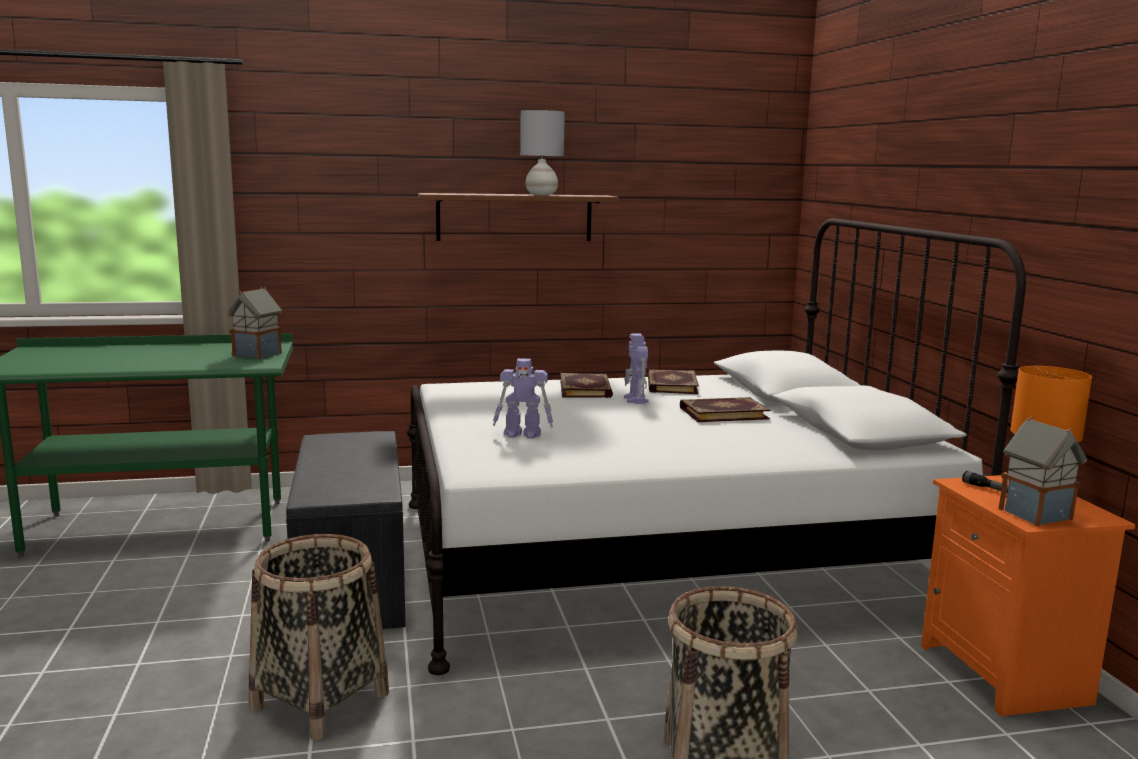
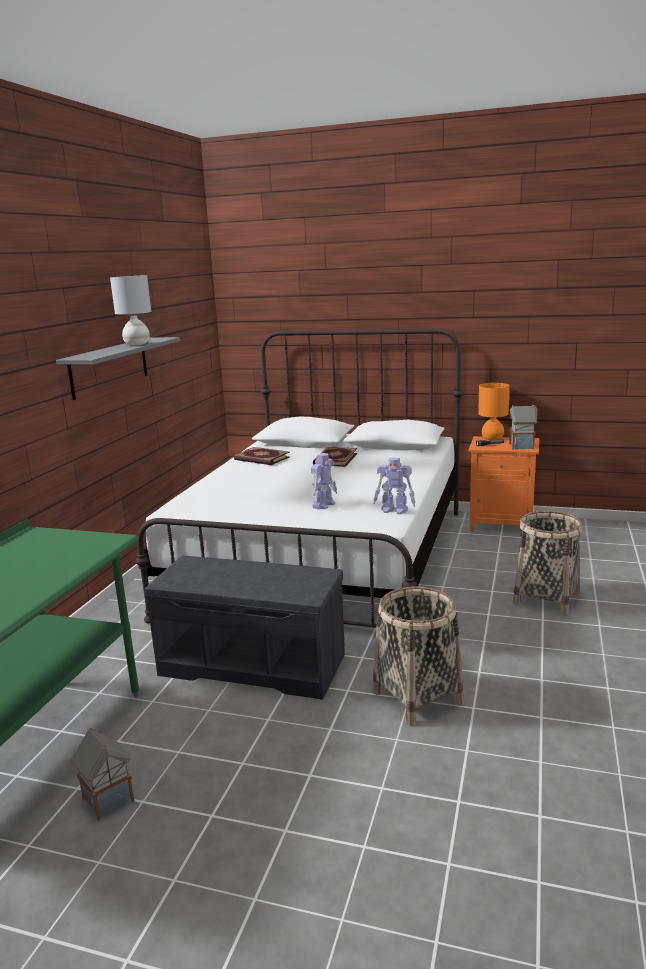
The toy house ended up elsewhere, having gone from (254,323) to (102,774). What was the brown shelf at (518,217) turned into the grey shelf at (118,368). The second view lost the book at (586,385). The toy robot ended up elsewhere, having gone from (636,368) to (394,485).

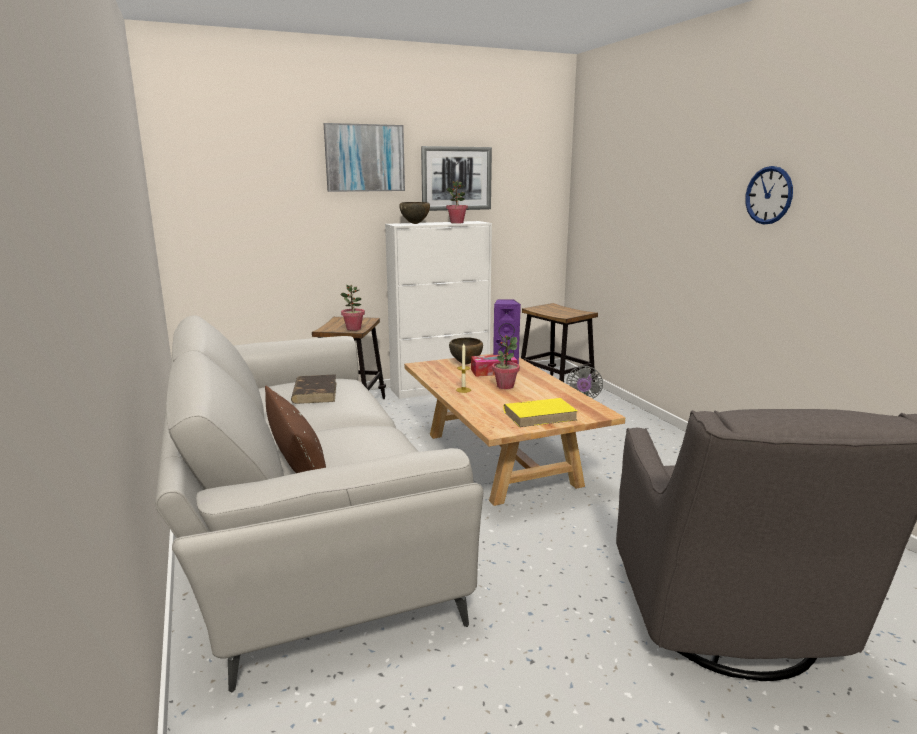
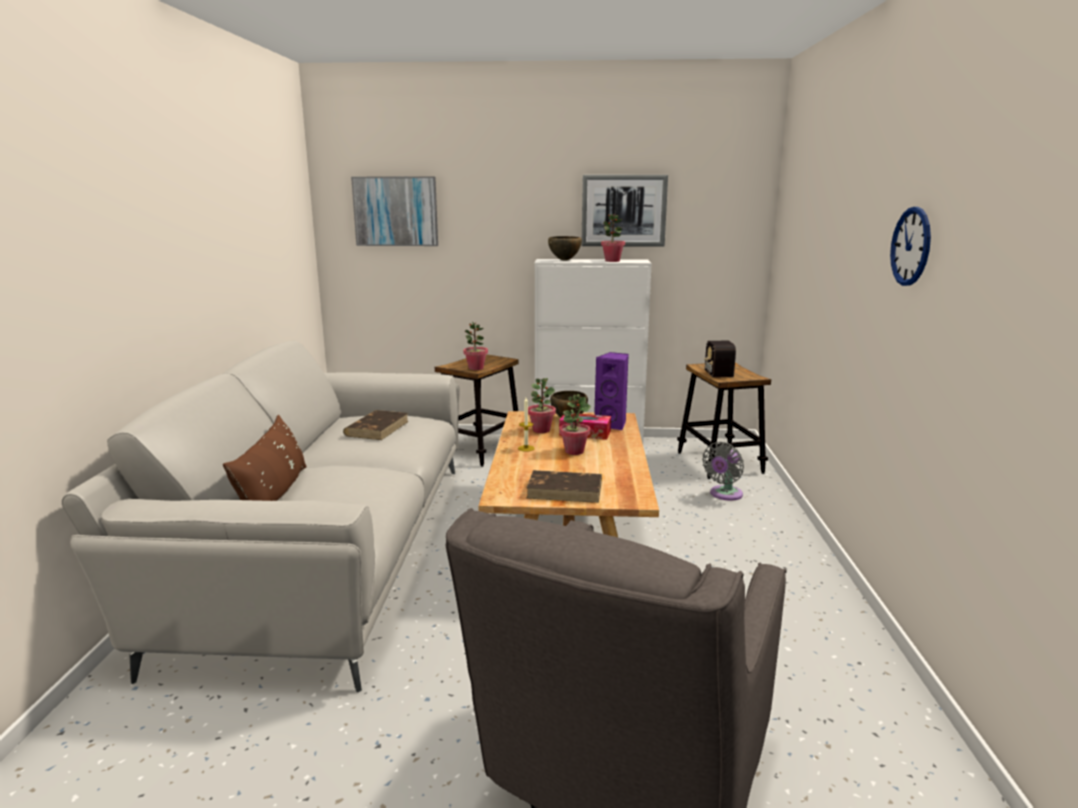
The picture ended up elsewhere, having gone from (364,157) to (394,211). What was the yellow book at (540,412) turned into the brown book at (564,486). The second view gained the potted plant at (542,405). The second view gained the radio at (718,359).

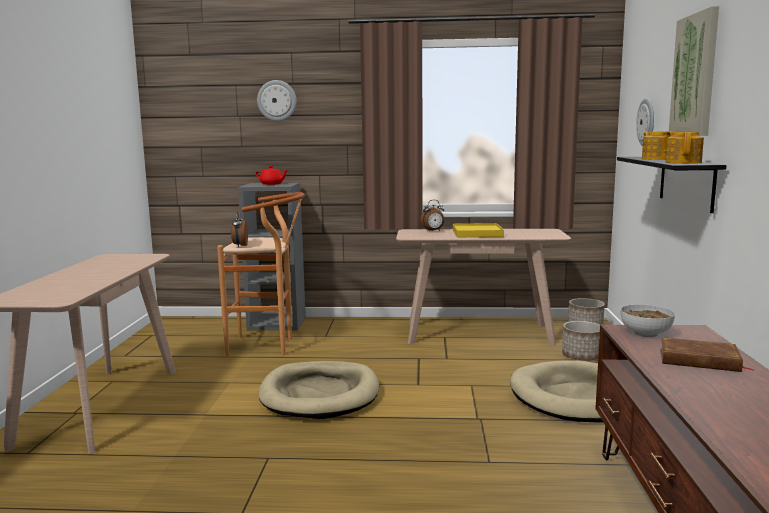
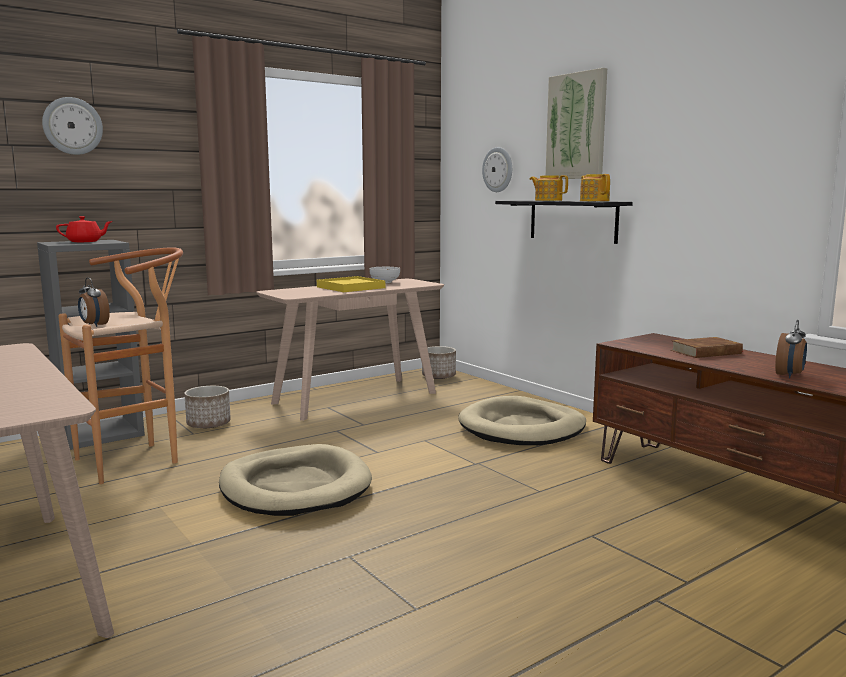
The alarm clock ended up elsewhere, having gone from (432,216) to (791,349). The planter ended up elsewhere, having gone from (581,340) to (207,407). The bowl ended up elsewhere, having gone from (648,320) to (384,275).

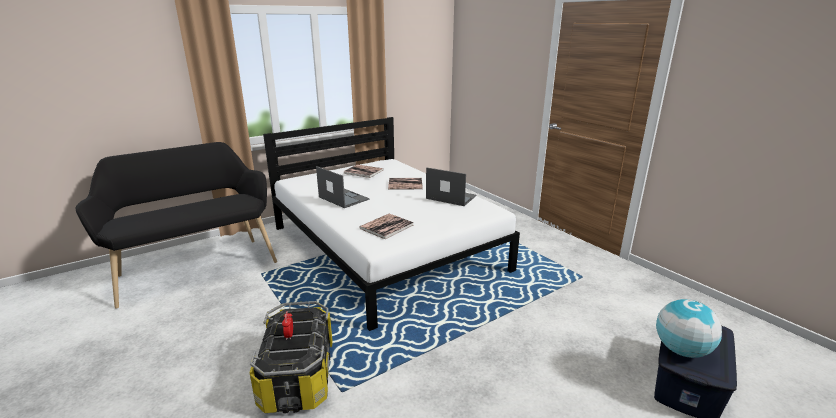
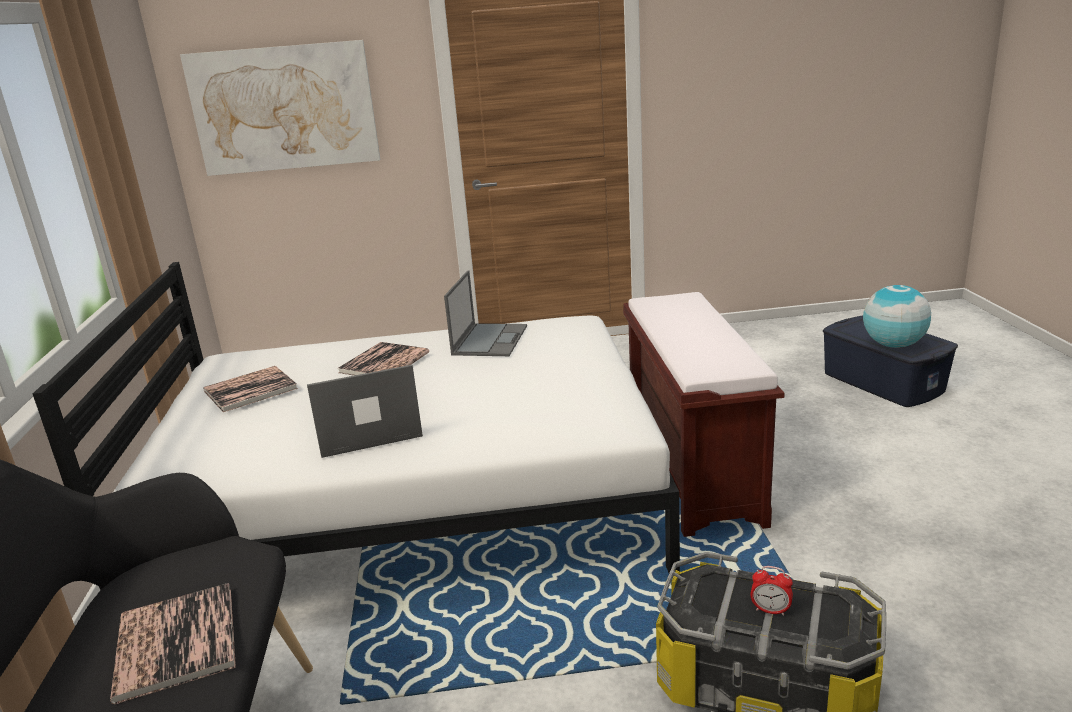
The book ended up elsewhere, having gone from (386,226) to (173,643). The laptop at (451,186) ended up facing another way, 135 degrees clockwise from before. The second view gained the picture at (280,108). The second view gained the brown bench at (704,414).

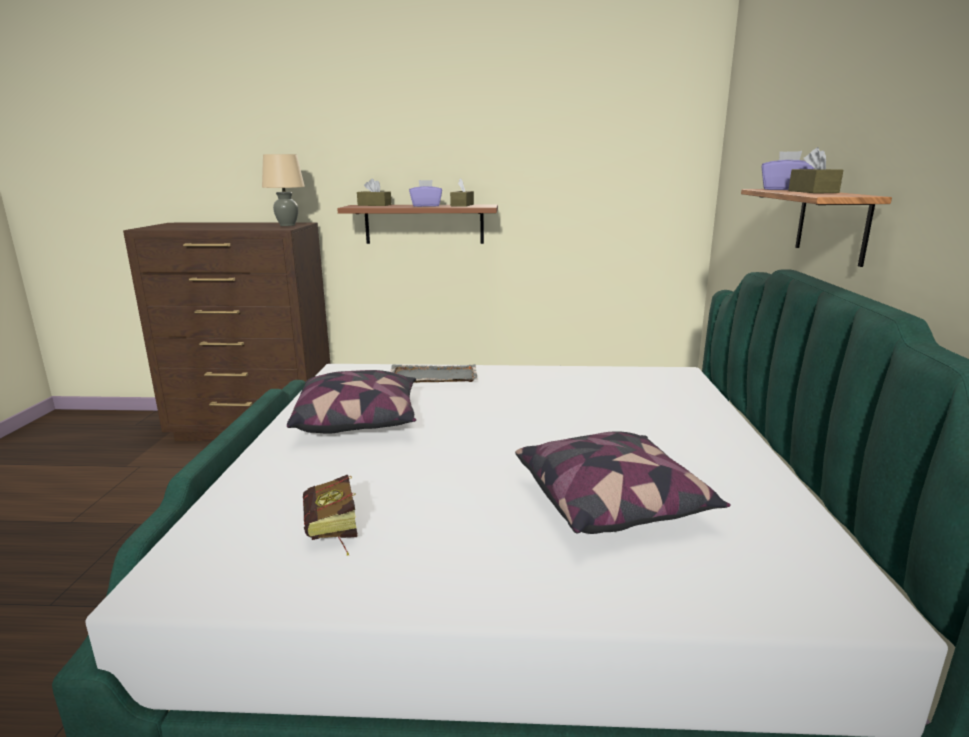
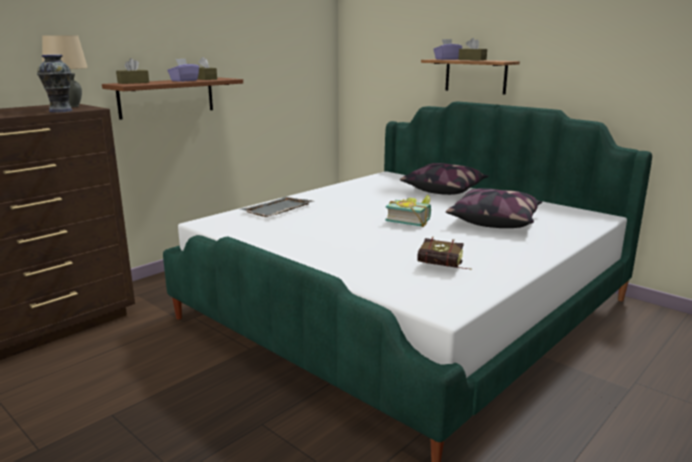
The pillow ended up elsewhere, having gone from (351,402) to (444,179). The second view gained the vase at (55,84). The second view gained the book at (408,211).

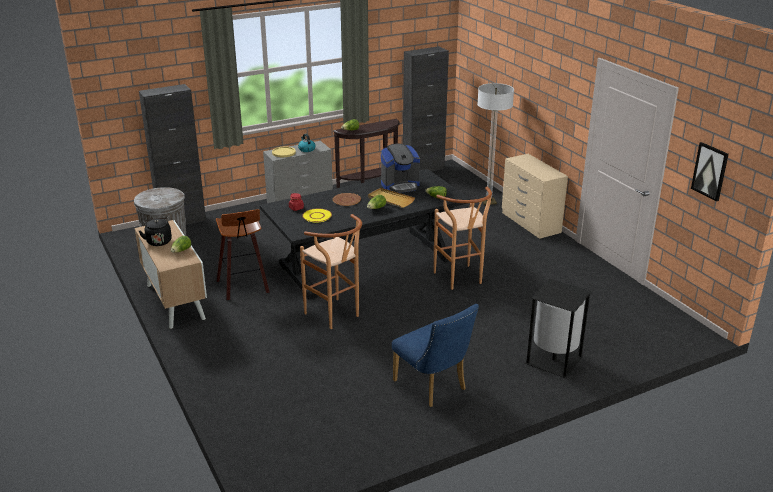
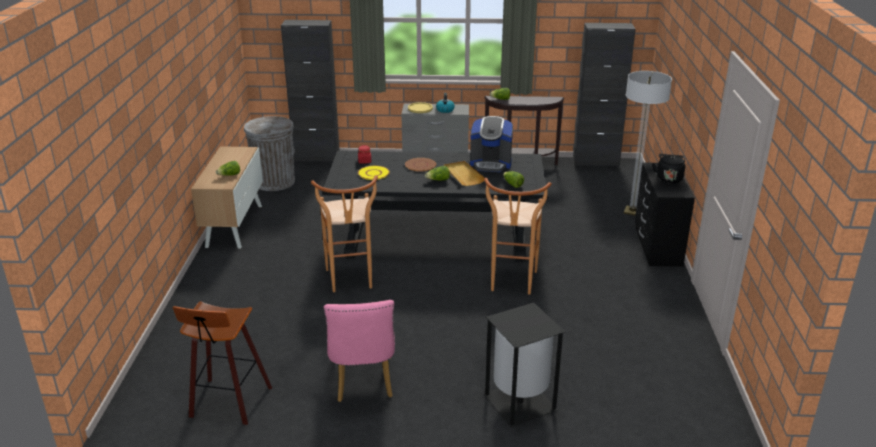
The black kettle ended up elsewhere, having gone from (155,231) to (668,168). The stool ended up elsewhere, having gone from (243,254) to (222,363). What was the blue chair at (435,355) turned into the pink chair at (359,351). What was the beige dresser at (535,196) turned into the black dresser at (665,214). The second view lost the picture at (710,171).

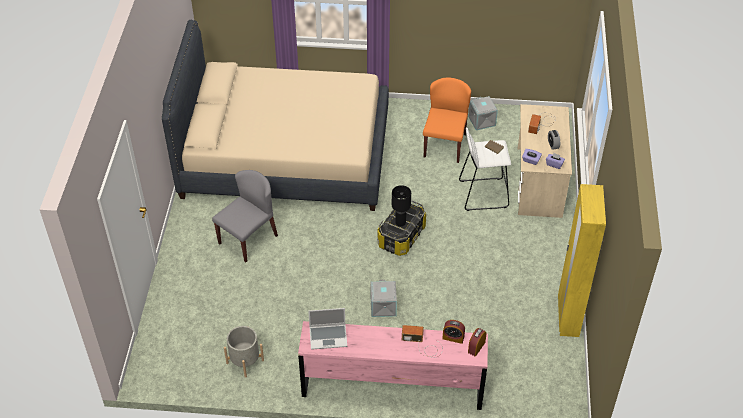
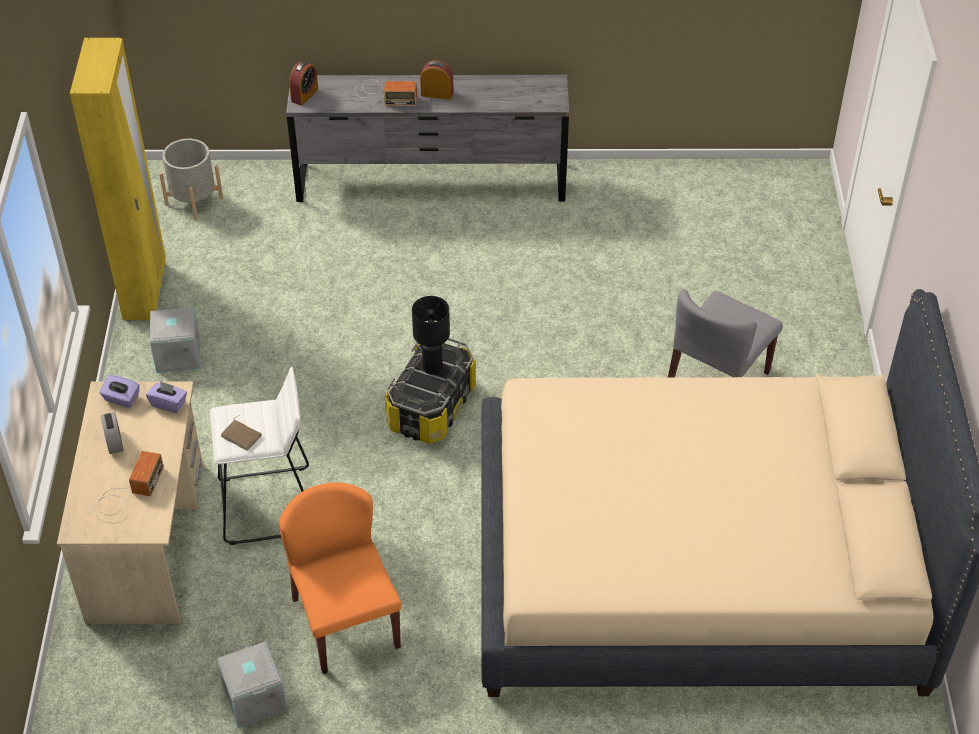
The grey planter ended up elsewhere, having gone from (244,352) to (191,180). What was the pink dresser at (393,365) turned into the grey dresser at (427,138). The second view lost the laptop at (327,329). The grey storage box ended up elsewhere, having gone from (384,298) to (175,339). The orange chair at (447,120) ended up facing another way, 150 degrees clockwise from before. The alarm clock ended up elsewhere, having gone from (453,332) to (436,80).

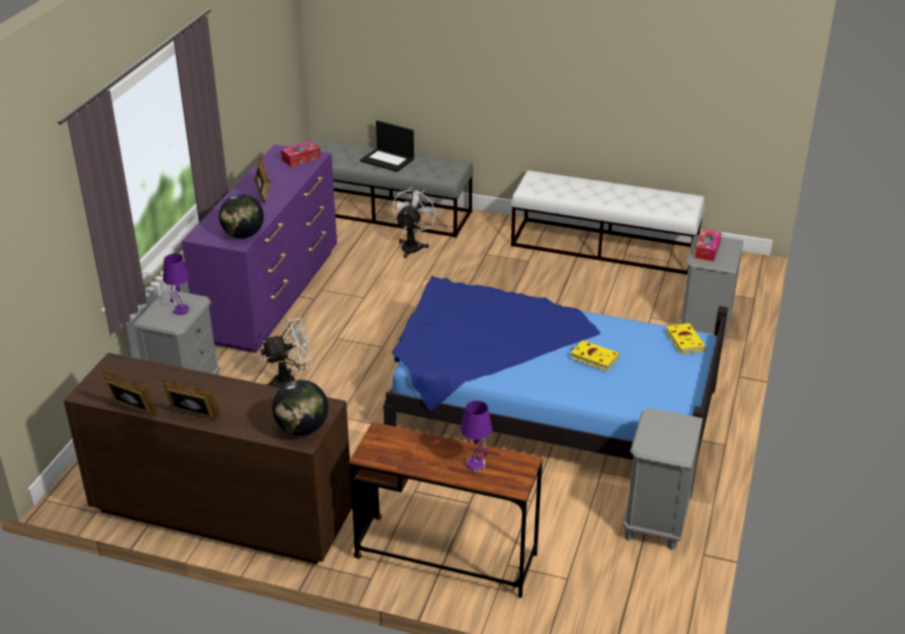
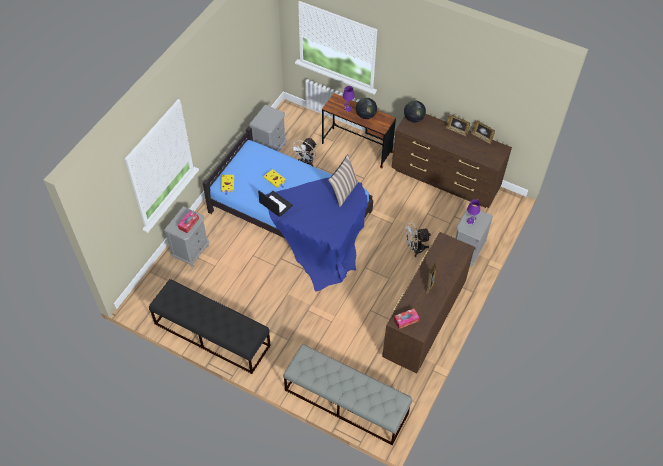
What was the purple dresser at (259,249) turned into the brown dresser at (428,303). The globe ended up elsewhere, having gone from (241,216) to (366,108). The laptop ended up elsewhere, having gone from (387,146) to (275,204). The white fan ended up elsewhere, having gone from (415,222) to (304,151). What was the white bench at (608,222) turned into the black bench at (210,326). The second view gained the pillow at (343,180).

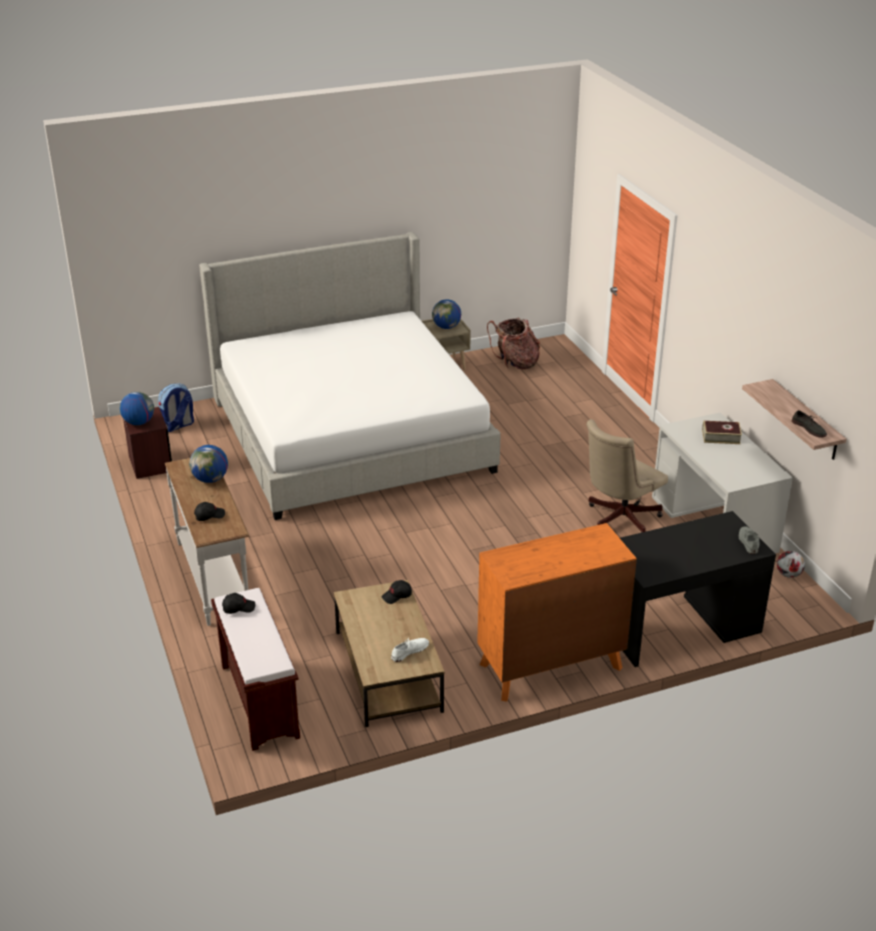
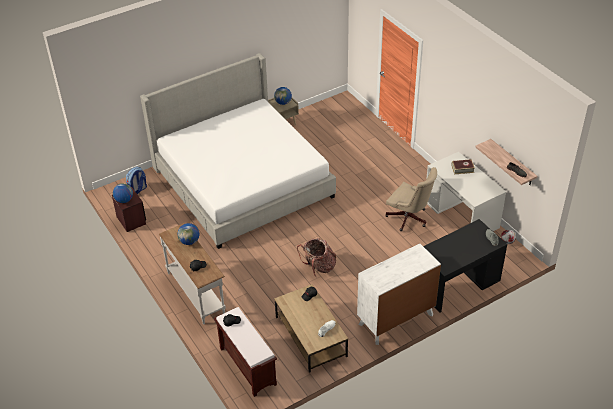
What was the orange dresser at (557,612) turned into the white dresser at (399,294). The backpack ended up elsewhere, having gone from (513,343) to (316,258). The beige office chair at (627,476) ended up facing another way, 90 degrees counterclockwise from before.

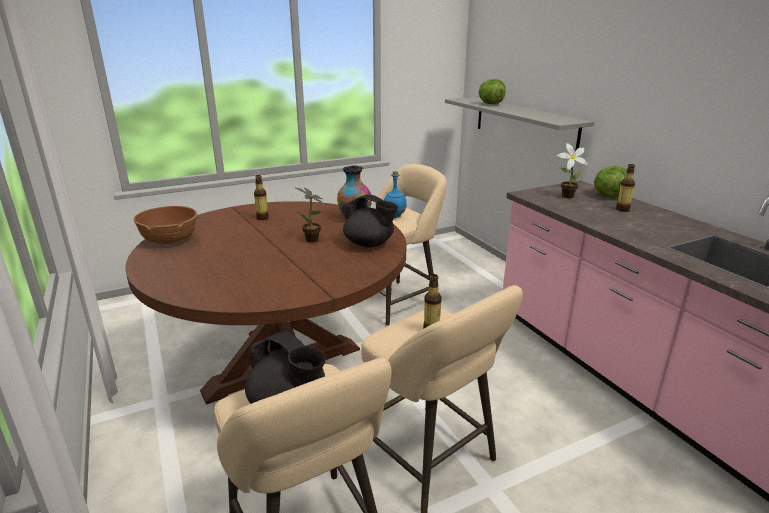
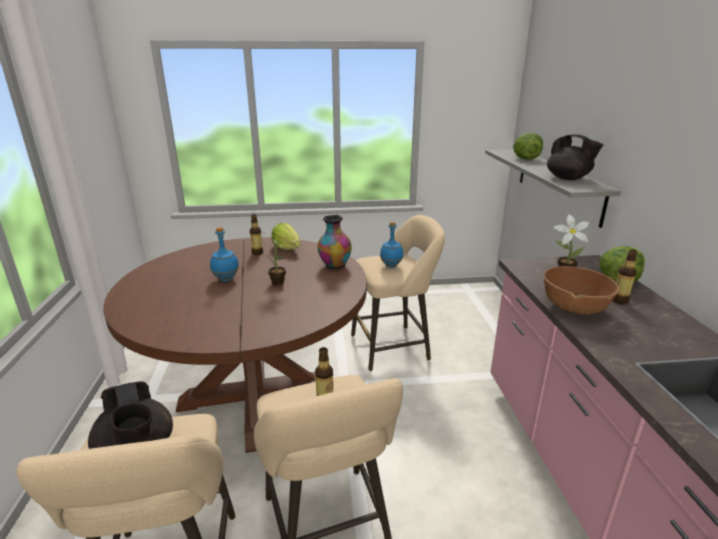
The brown bowl ended up elsewhere, having gone from (165,225) to (581,290). The black teapot ended up elsewhere, having gone from (370,221) to (575,157). The second view gained the blue bottle at (224,254). The second view gained the lettuce at (286,236).

